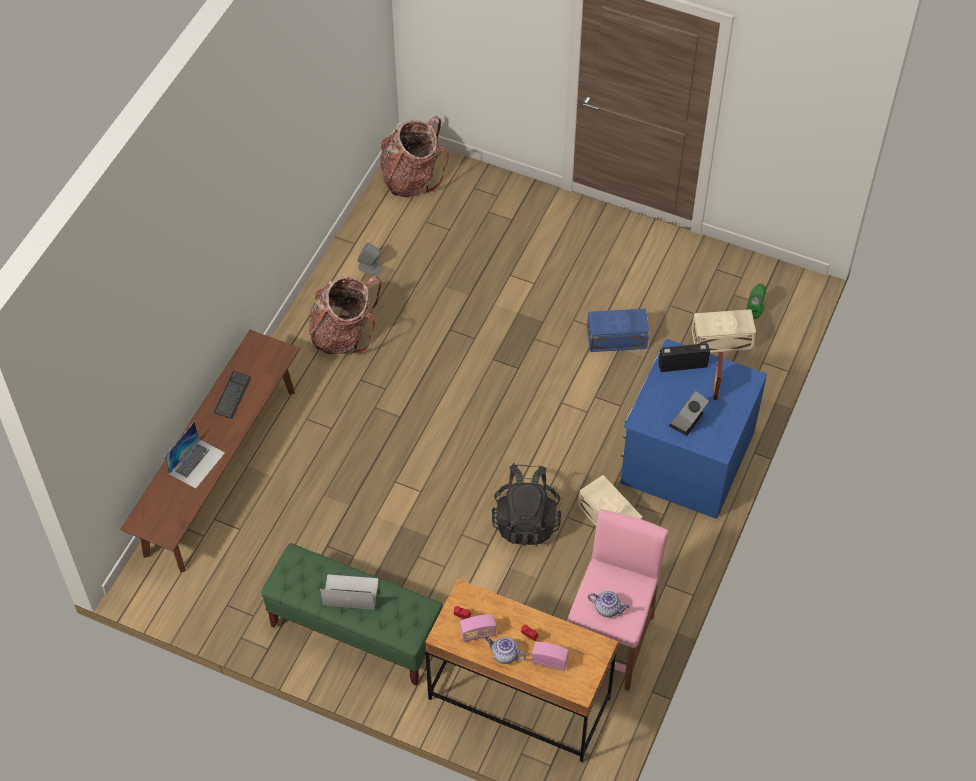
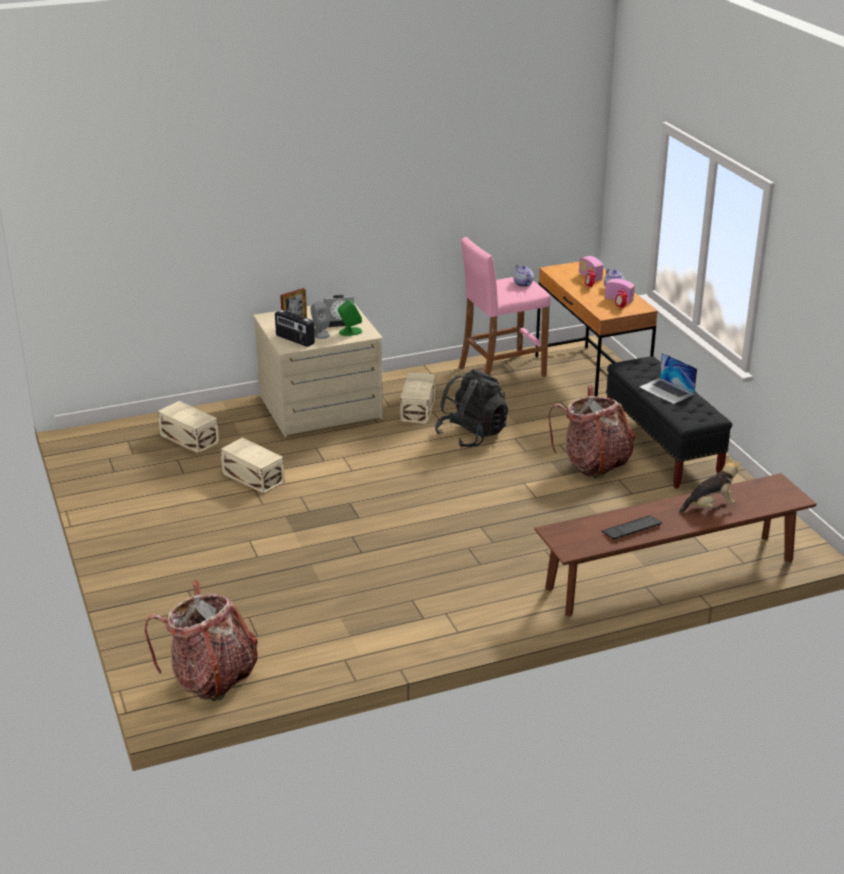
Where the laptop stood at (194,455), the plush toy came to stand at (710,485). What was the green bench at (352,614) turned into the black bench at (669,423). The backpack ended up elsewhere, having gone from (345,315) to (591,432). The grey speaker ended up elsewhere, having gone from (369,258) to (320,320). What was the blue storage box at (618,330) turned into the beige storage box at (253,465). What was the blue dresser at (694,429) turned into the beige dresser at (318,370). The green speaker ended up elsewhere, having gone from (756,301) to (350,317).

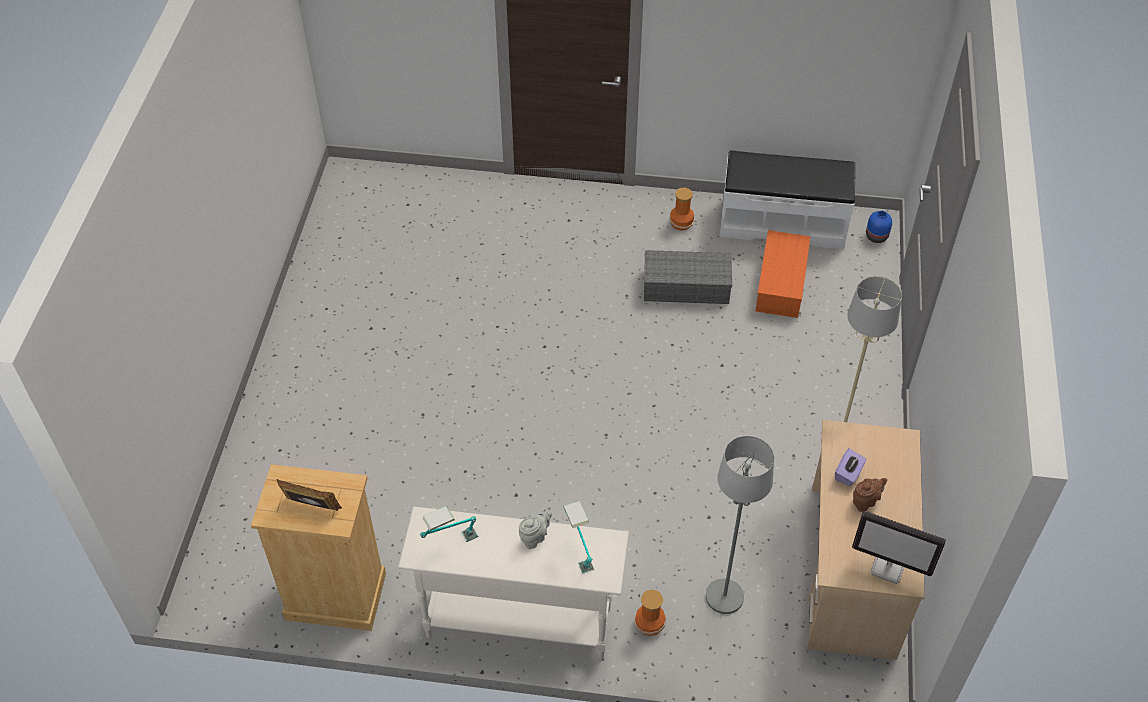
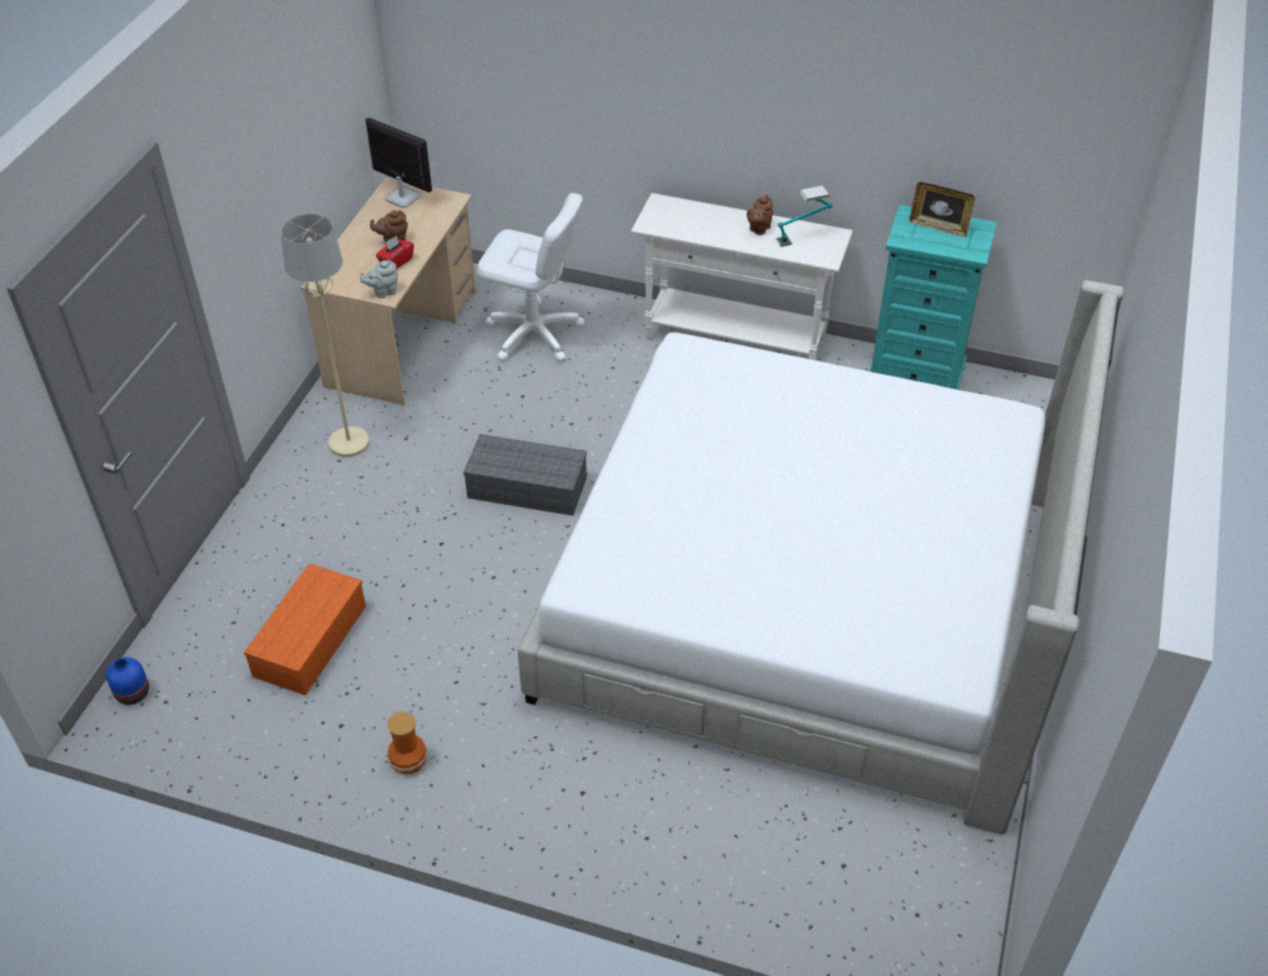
What was the beige dresser at (318,547) turned into the turquoise dresser at (933,297). The grey teapot ended up elsewhere, having gone from (535,530) to (379,279). The second view lost the table lamp at (578,537). The second view lost the vase at (650,612). The grey storage box ended up elsewhere, having gone from (688,277) to (525,475). Where the grey floor lamp stood at (740,525), the white office chair came to stand at (531,277). The second view lost the white bench at (787,199). What was the purple tissue box at (850,467) turned into the red tissue box at (395,252). The second view gained the bed at (820,557). The second view gained the brown teapot at (760,215).

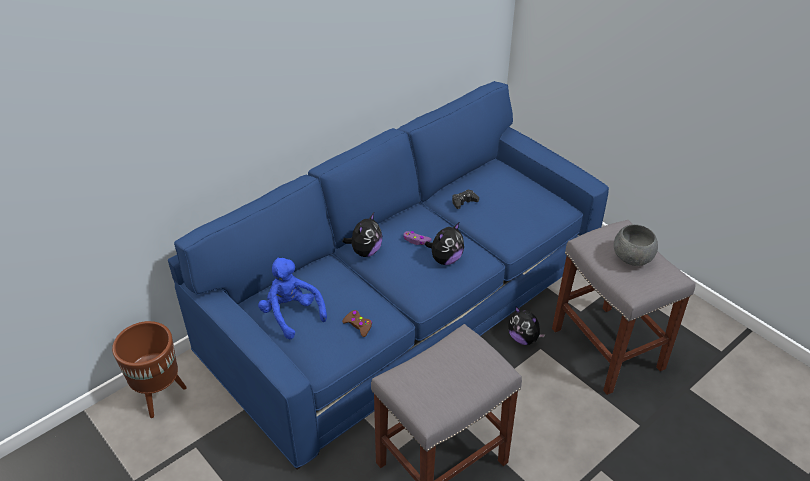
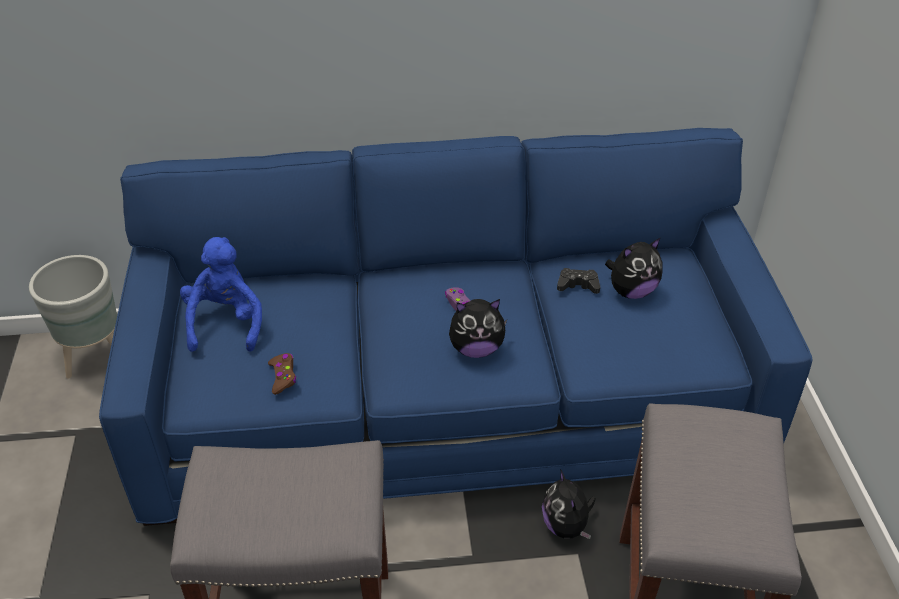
What was the brown planter at (149,369) turned into the grey planter at (73,317). The plush toy ended up elsewhere, having gone from (362,235) to (633,268). The second view lost the grey bowl at (636,245).

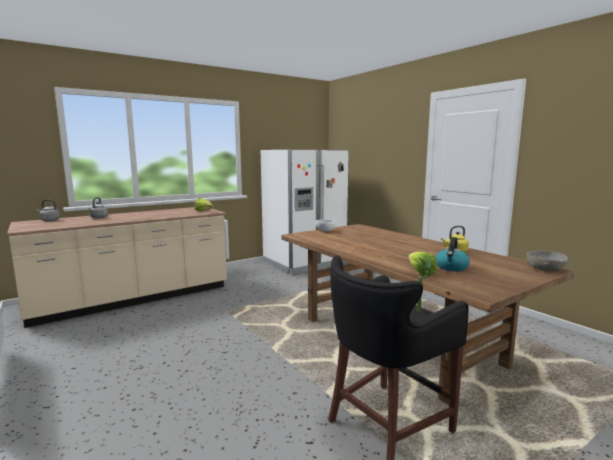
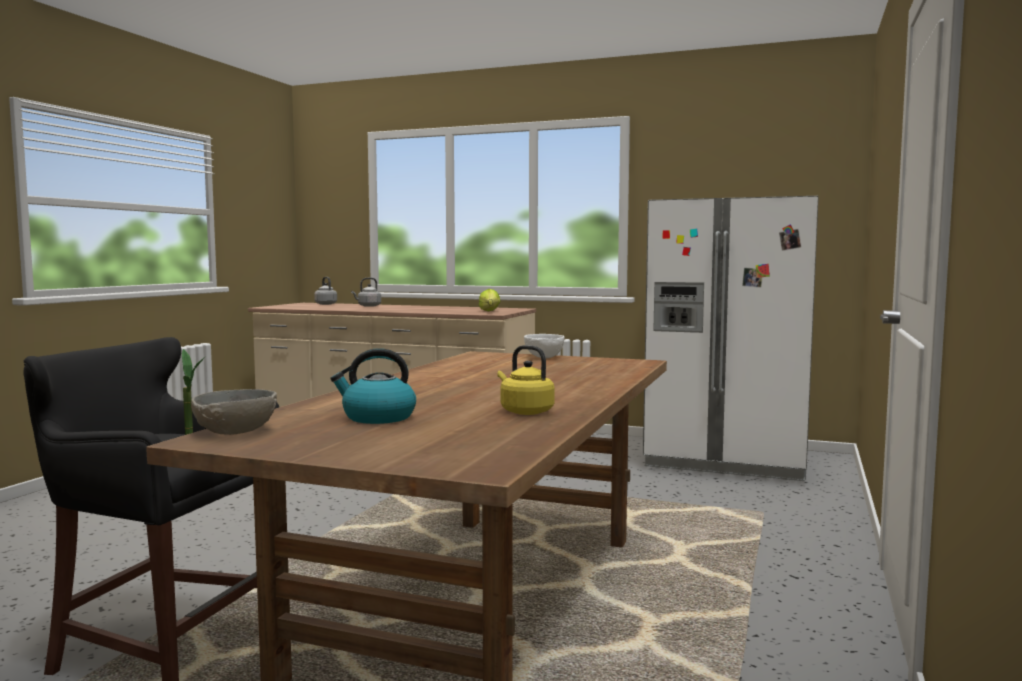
The second view lost the lettuce at (422,264). The grey bowl ended up elsewhere, having gone from (548,261) to (234,412).

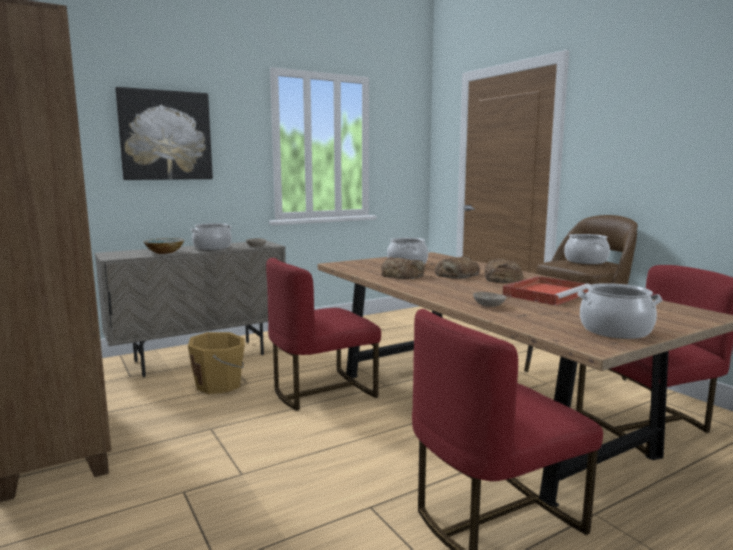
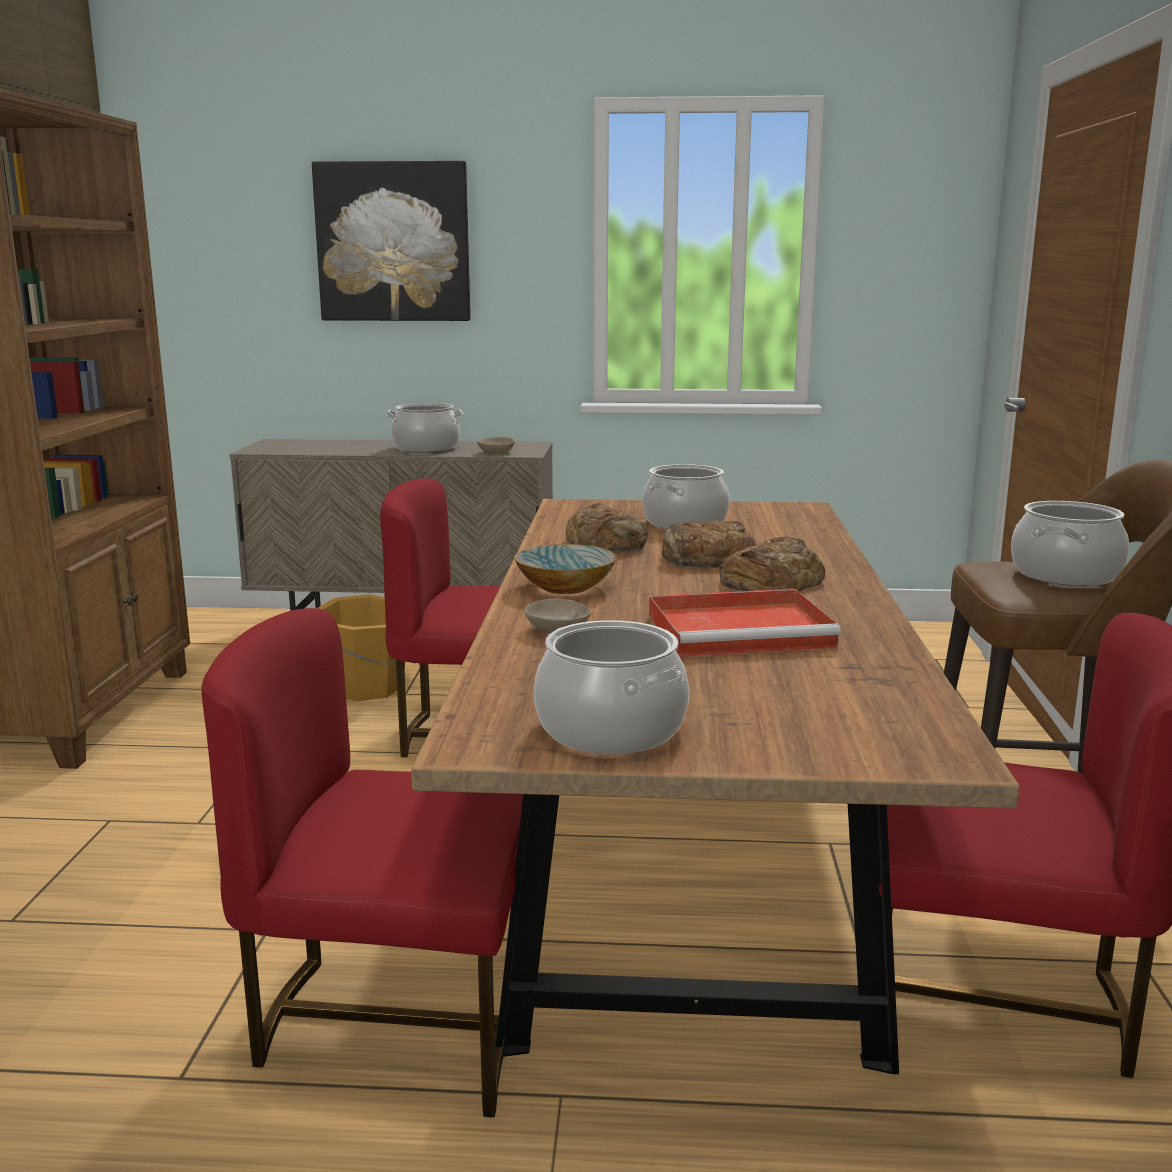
The bowl ended up elsewhere, having gone from (164,246) to (565,569).

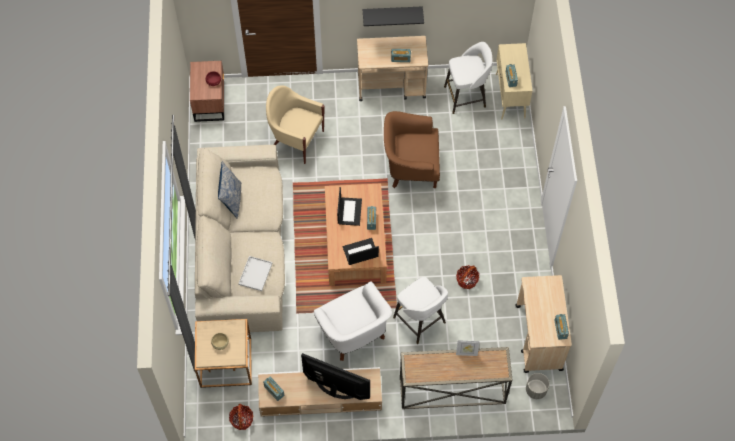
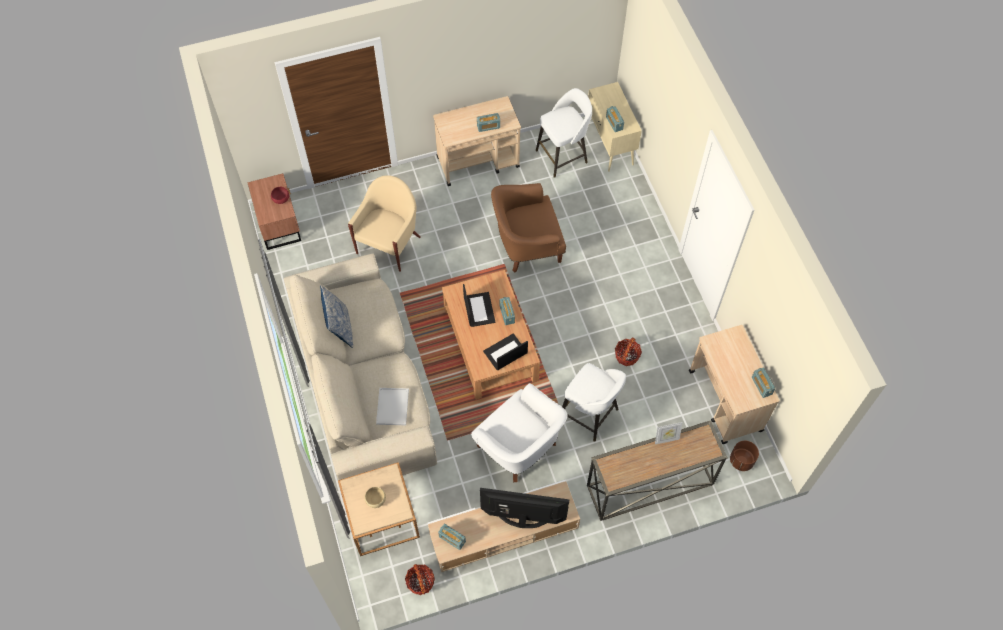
The beige armchair at (295,124) ended up facing another way, 105 degrees clockwise from before. The second view lost the black shelf at (393,16). What was the grey planter at (537,386) turned into the brown planter at (744,456).

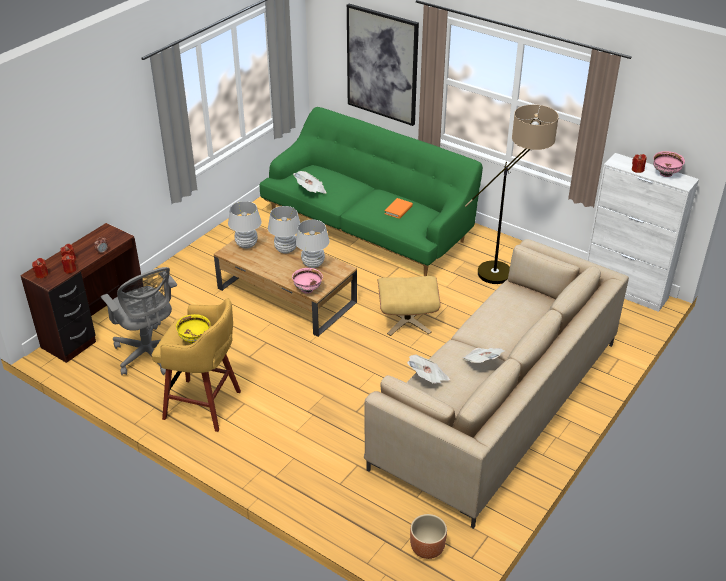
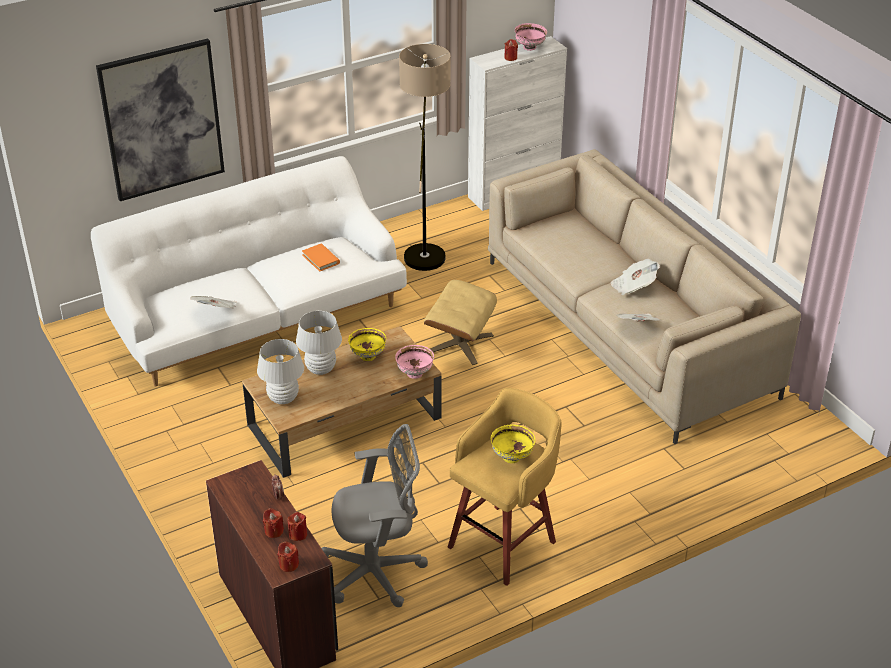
What was the green sofa at (371,191) turned into the white sofa at (249,271). Where the white table lamp stood at (312,244), the yellow bowl came to stand at (367,344). The second view lost the brown planter at (428,536).

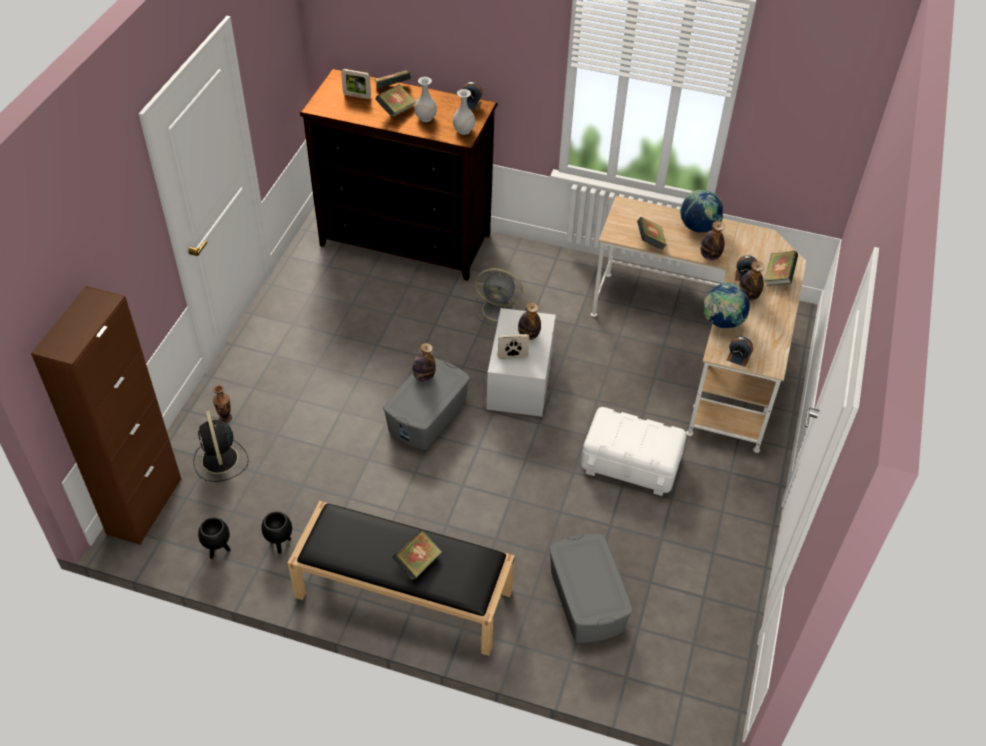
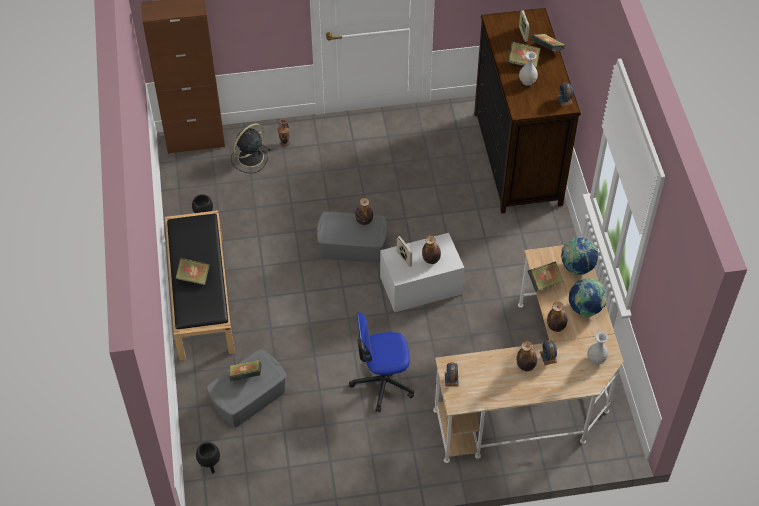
The black planter ended up elsewhere, having gone from (214,538) to (208,457). The white vase ended up elsewhere, having gone from (464,112) to (597,348). The second view lost the grey fan at (498,297). Where the white storage box stood at (634,451), the office chair came to stand at (381,362). The globe ended up elsewhere, having gone from (727,305) to (579,256). The book ended up elsewhere, having gone from (781,268) to (245,370).

